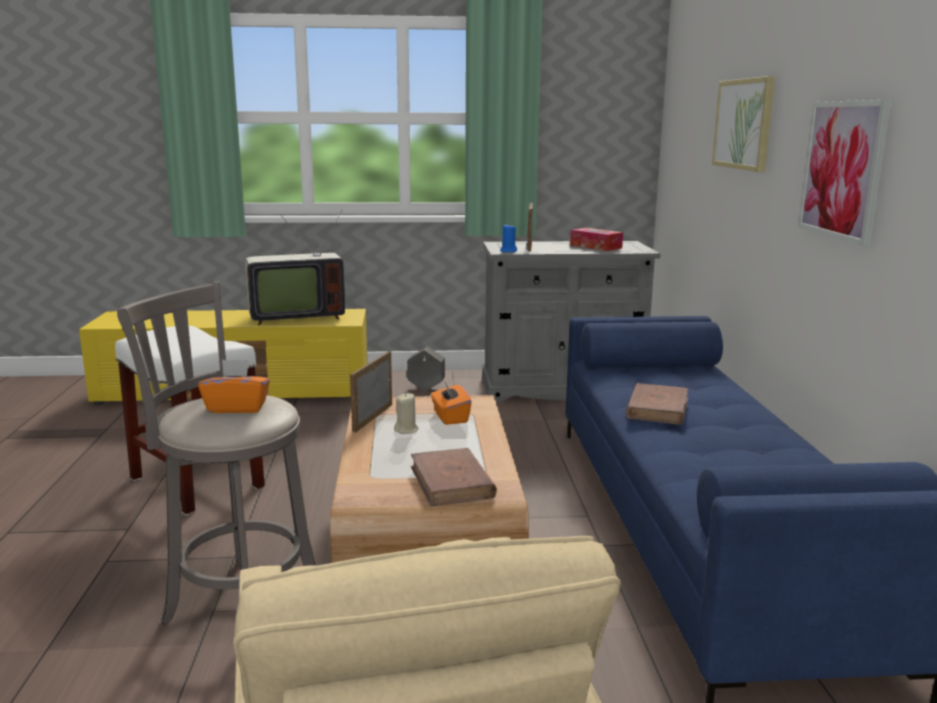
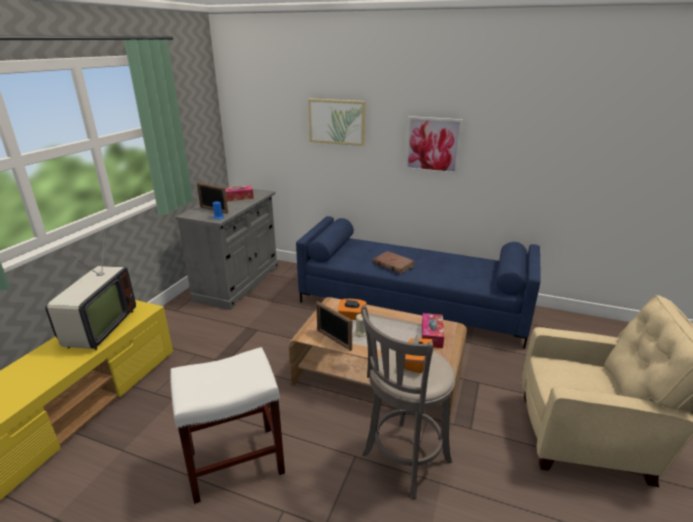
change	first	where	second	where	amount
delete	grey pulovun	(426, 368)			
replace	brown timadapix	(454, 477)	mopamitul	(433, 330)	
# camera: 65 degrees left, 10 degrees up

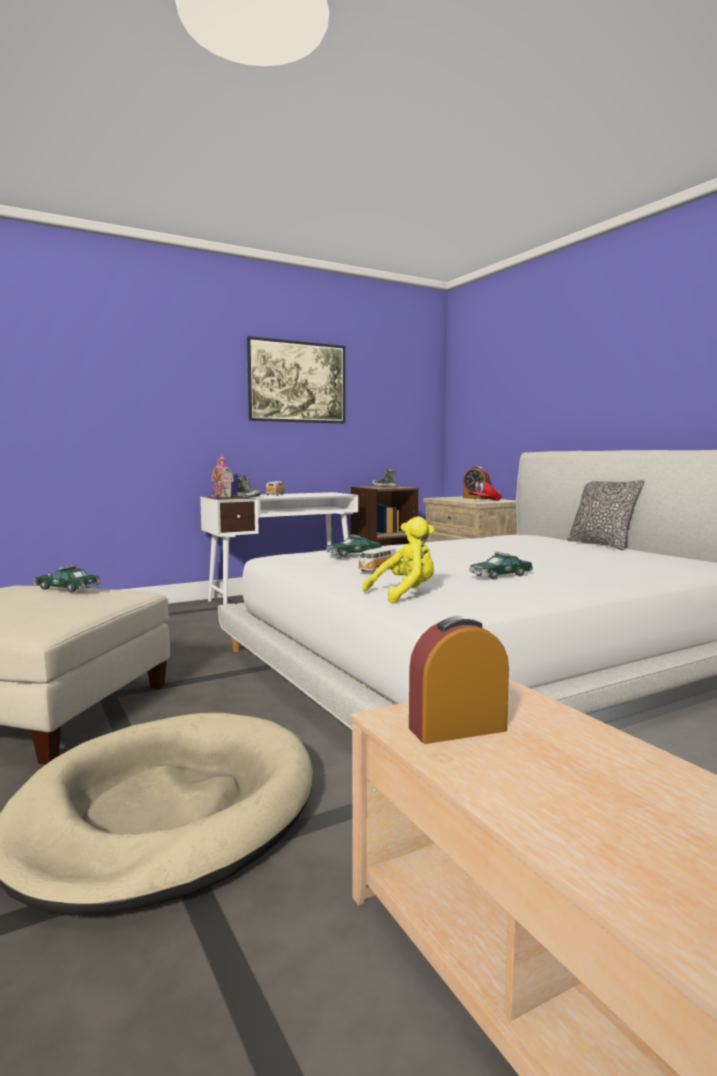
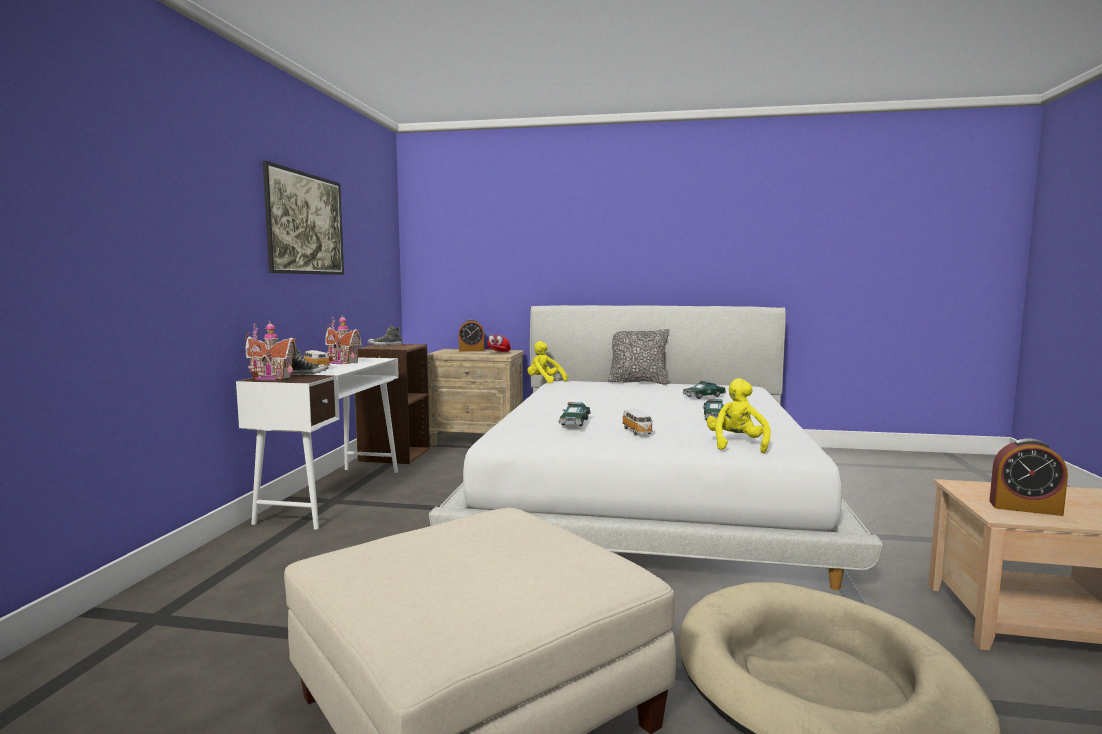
change	first	where	second	where	amount
move	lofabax	(67, 579)		(704, 389)	
rotate	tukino	(459, 680)		(1028, 477)	90 degrees counterclockwise
insert			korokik	(343, 339)	
insert			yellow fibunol	(548, 362)	
# camera: 50 degrees left, 0 degrees up

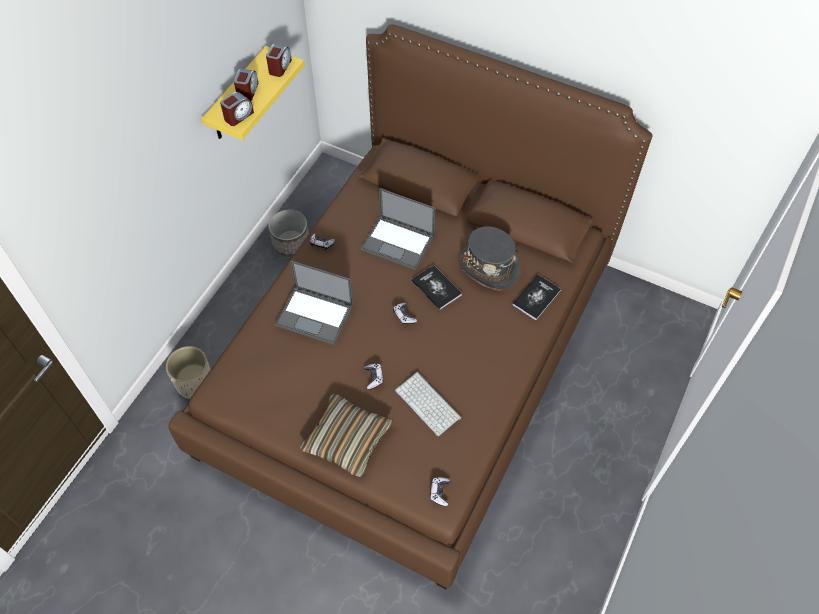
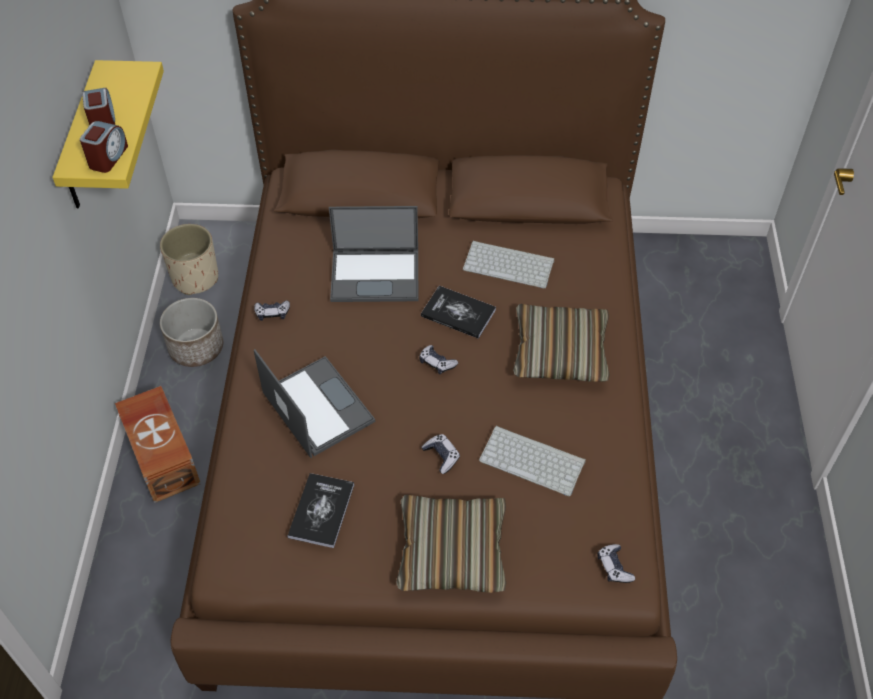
change	first	where	second	where	amount
move	beige pulovun	(188, 372)		(189, 259)	
delete	tukino	(279, 60)			
rotate	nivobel	(314, 303)		(314, 403)	120 degrees counterclockwise
replace	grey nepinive	(489, 258)	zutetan	(509, 264)	
move	timadapix	(536, 297)		(320, 510)	
insert			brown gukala	(158, 444)	
insert			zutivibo	(561, 343)	
# camera: 25 degrees left, 5 degrees down

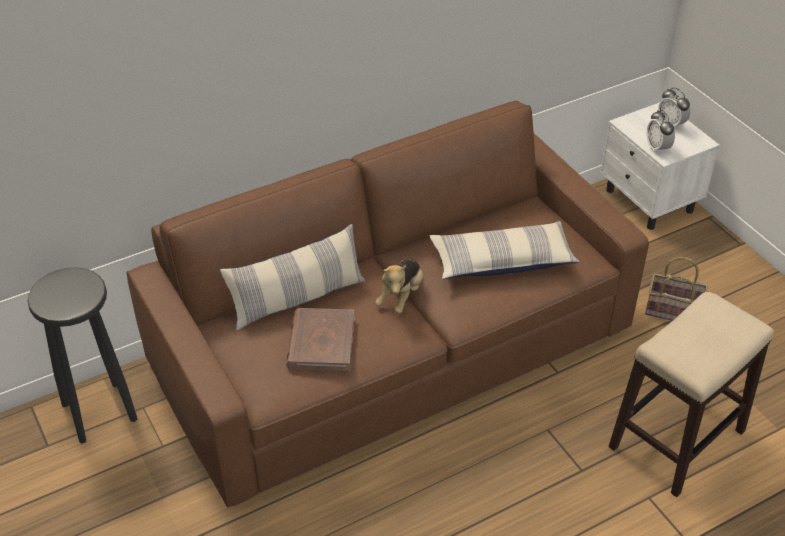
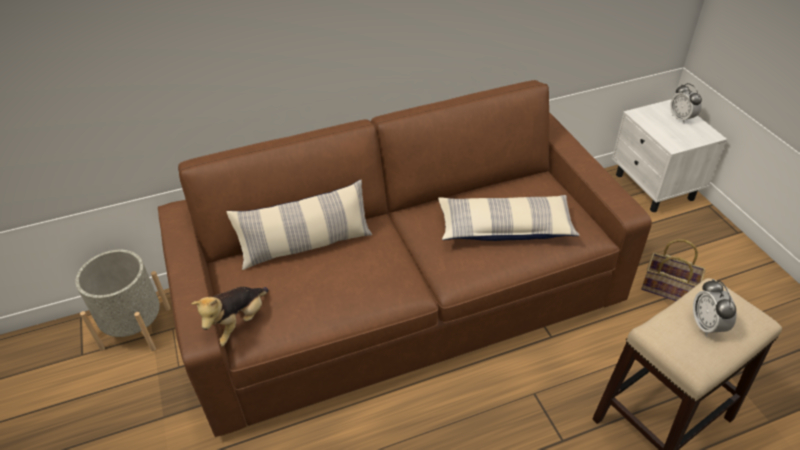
change	first	where	second	where	amount
replace	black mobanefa	(83, 355)	grey pulovun	(123, 300)	
delete	brown timadapix	(320, 340)			
move	fibunol	(399, 286)		(229, 317)	
move	tukino	(661, 132)		(714, 308)	
# camera: 10 degrees right, 0 degrees up

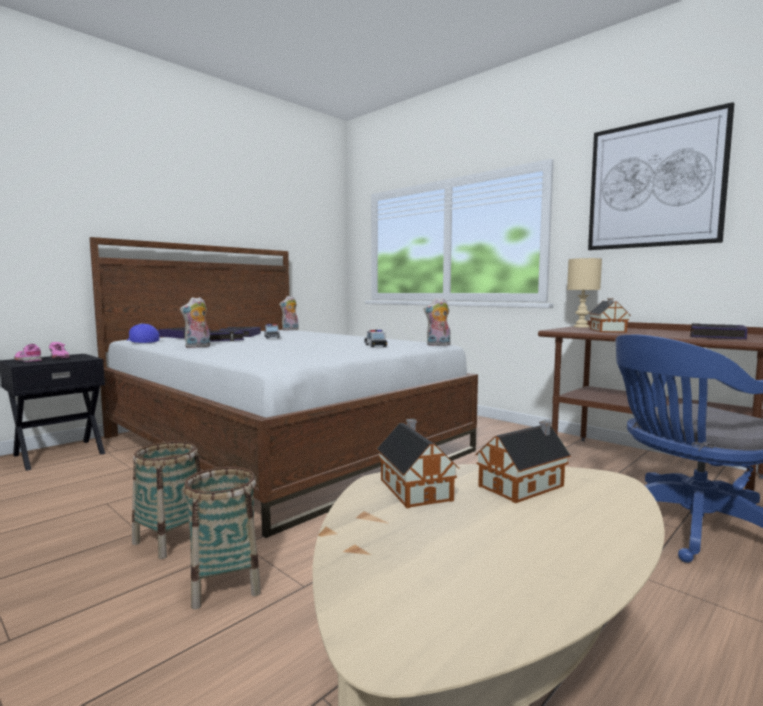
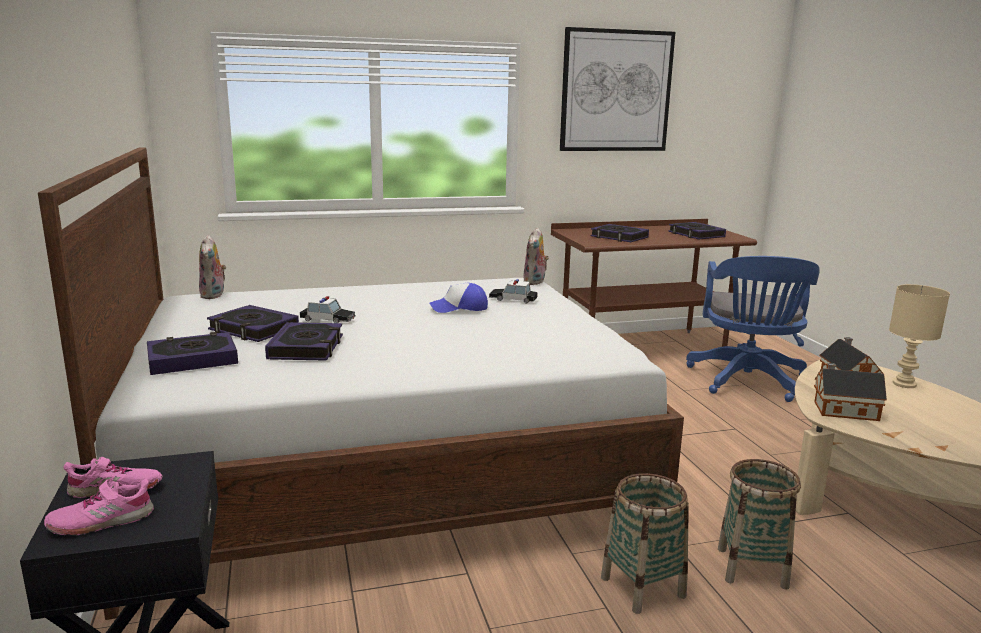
change	first	where	second	where	amount
move	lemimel	(143, 333)		(459, 298)	
delete	fibunol	(195, 322)			
move	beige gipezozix	(584, 293)		(919, 336)	
replace	korokik	(610, 315)	timadapix	(620, 233)	
# camera: 60 degrees left, 10 degrees up

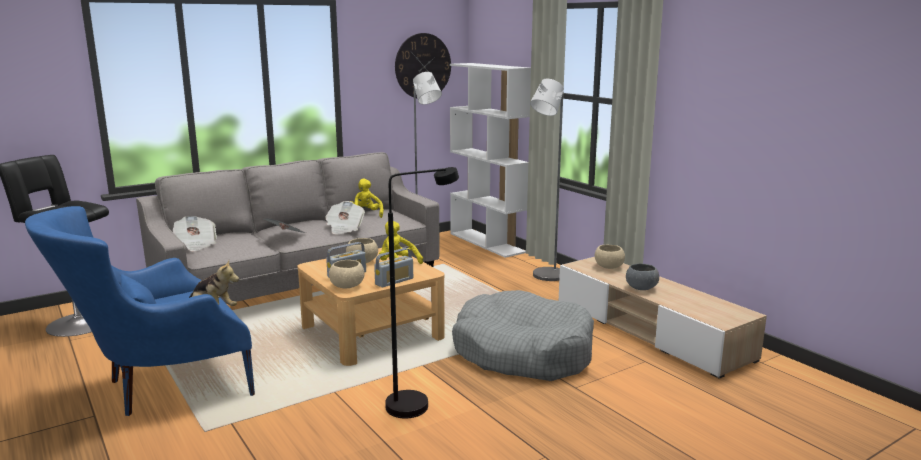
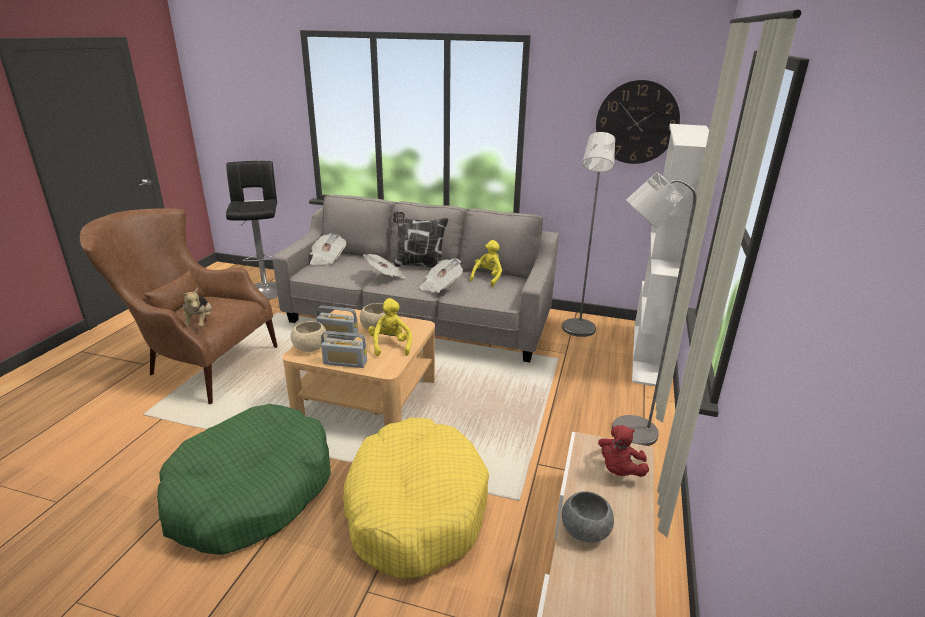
change	first	where	second	where	amount
recolor	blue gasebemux	(140, 311)	brown gasebemux	(179, 306)	
replace	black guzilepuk	(422, 292)	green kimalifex	(244, 479)	
recolor	grey kimalifex	(523, 335)	yellow kimalifex	(416, 498)	
replace	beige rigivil	(610, 257)	red fibunol	(623, 451)	
insert			zutivibo	(420, 240)	
# camera: 50 degrees right, 10 degrees up

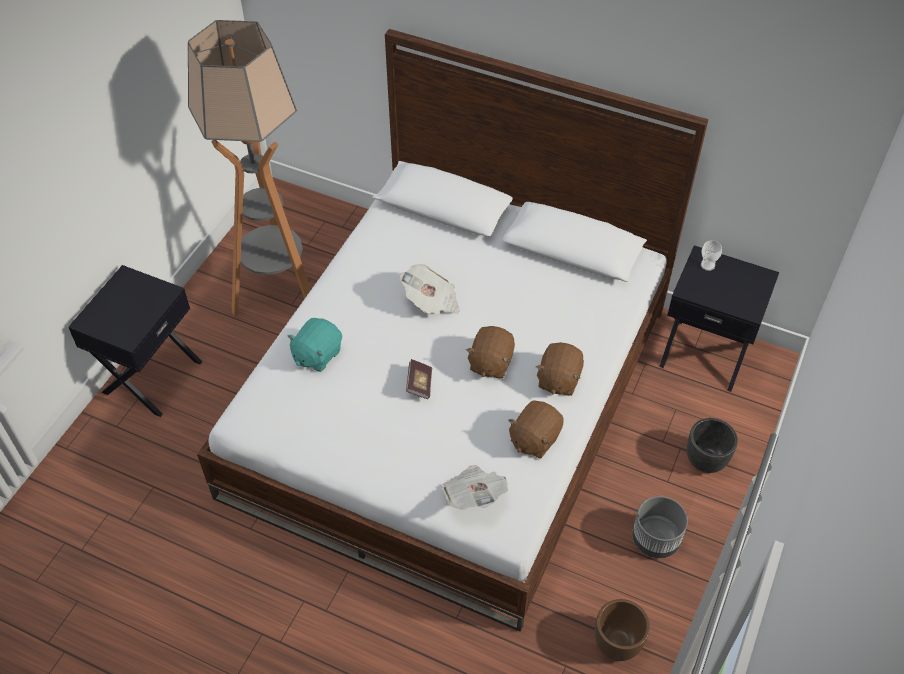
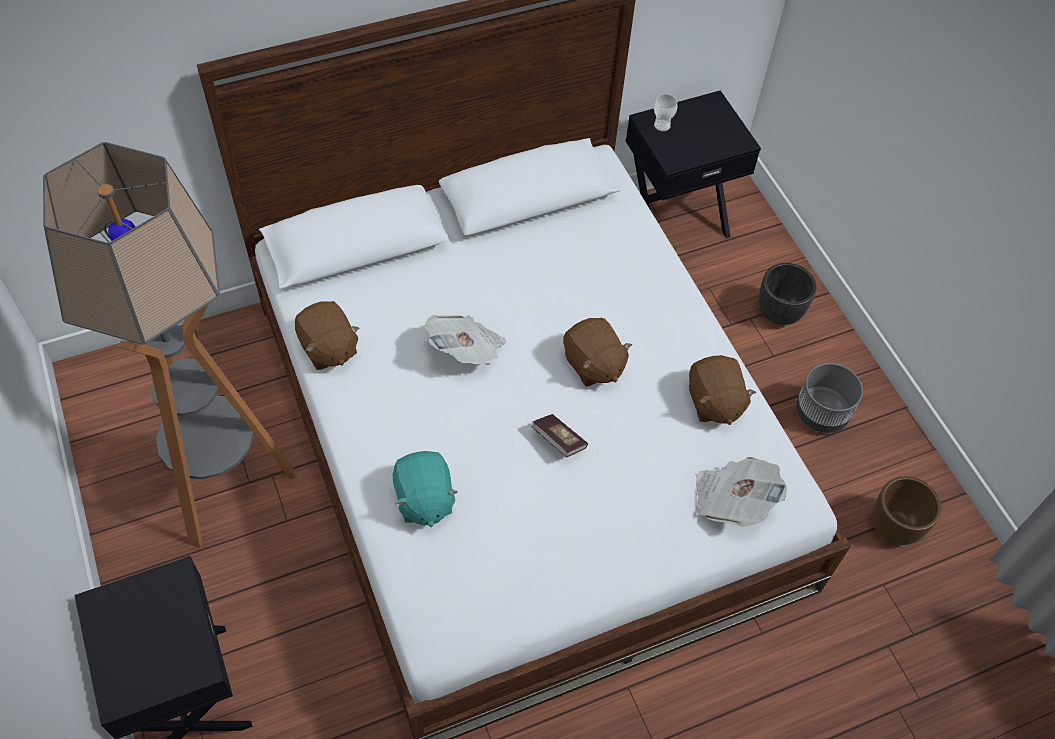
change	first	where	second	where	amount
move	brown fibunol	(560, 369)		(327, 335)	
# camera: 50 degrees left, 5 degrees up

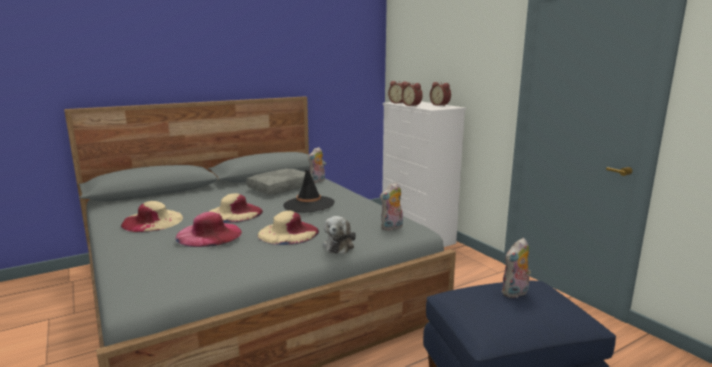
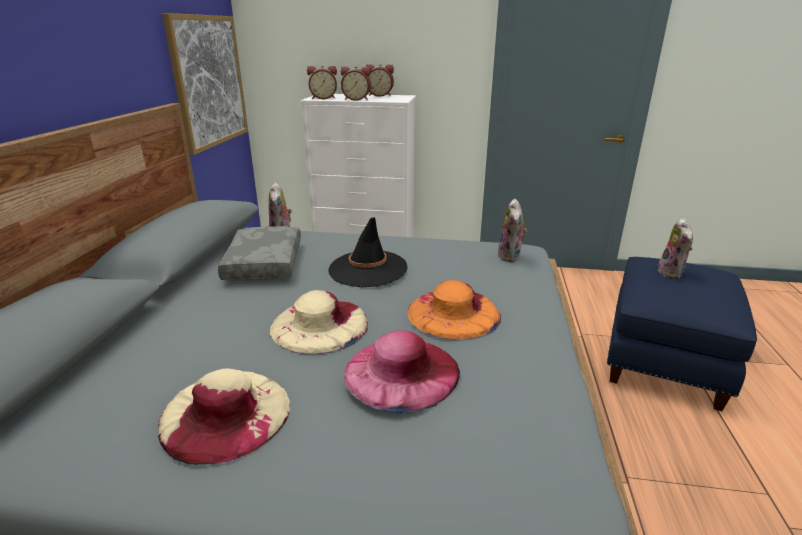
change	first	where	second	where	amount
recolor	beige nepinive	(288, 228)	orange nepinive	(454, 310)	
delete	fibunol	(339, 235)			
insert			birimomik	(205, 84)	
# camera: 50 degrees left, 10 degrees up

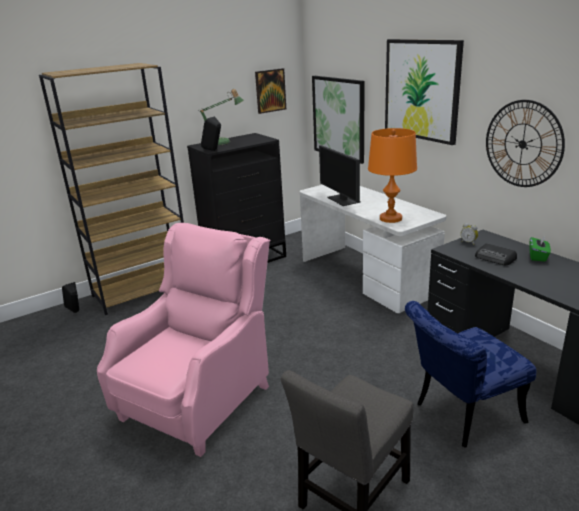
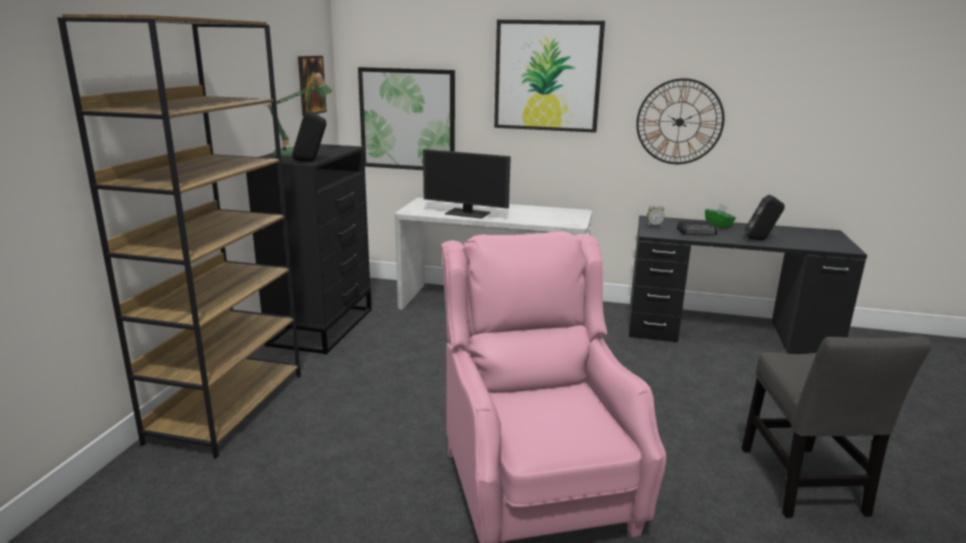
change	first	where	second	where	amount
move	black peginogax	(70, 297)		(765, 217)	
delete	orange gipezozix	(392, 175)			
delete	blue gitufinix	(470, 374)			
# camera: 45 degrees left, 5 degrees down

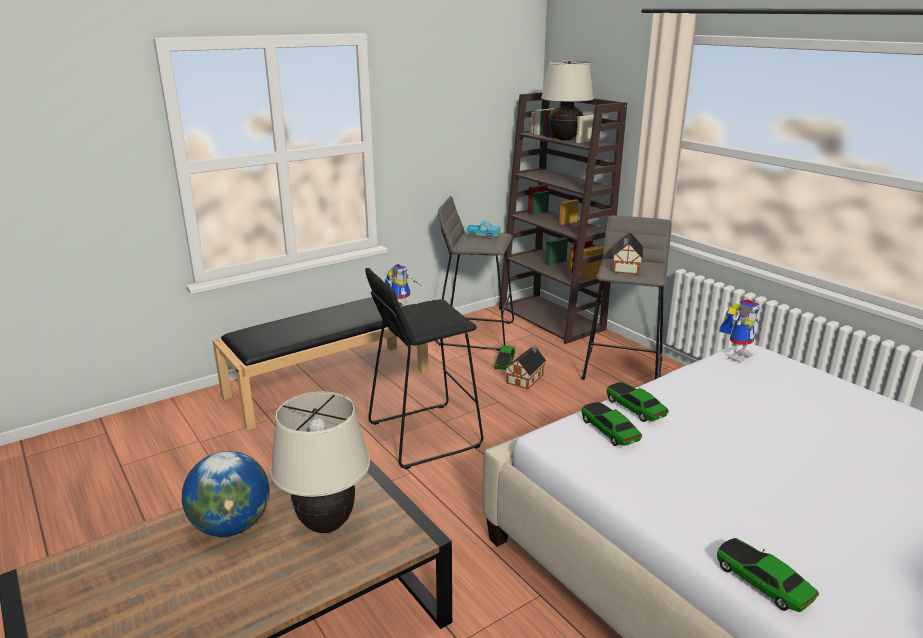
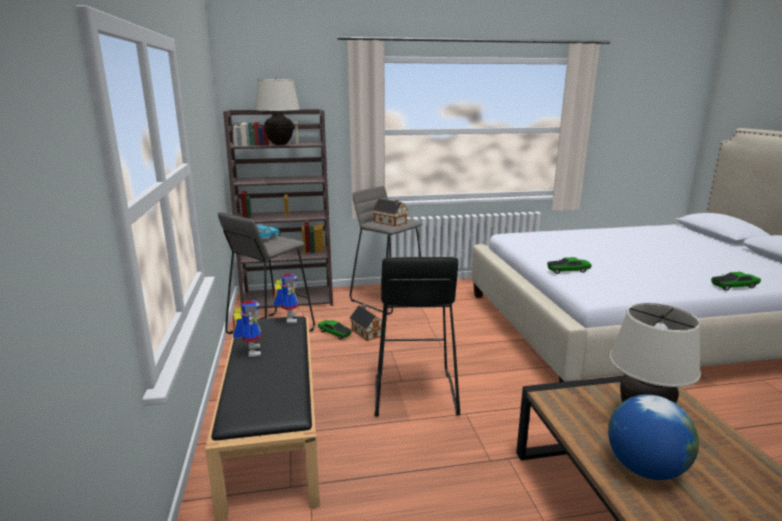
change	first	where	second	where	amount
delete	lofabax	(611, 424)			
move	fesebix	(739, 331)		(247, 328)	
# camera: 65 degrees left, 5 degrees down

